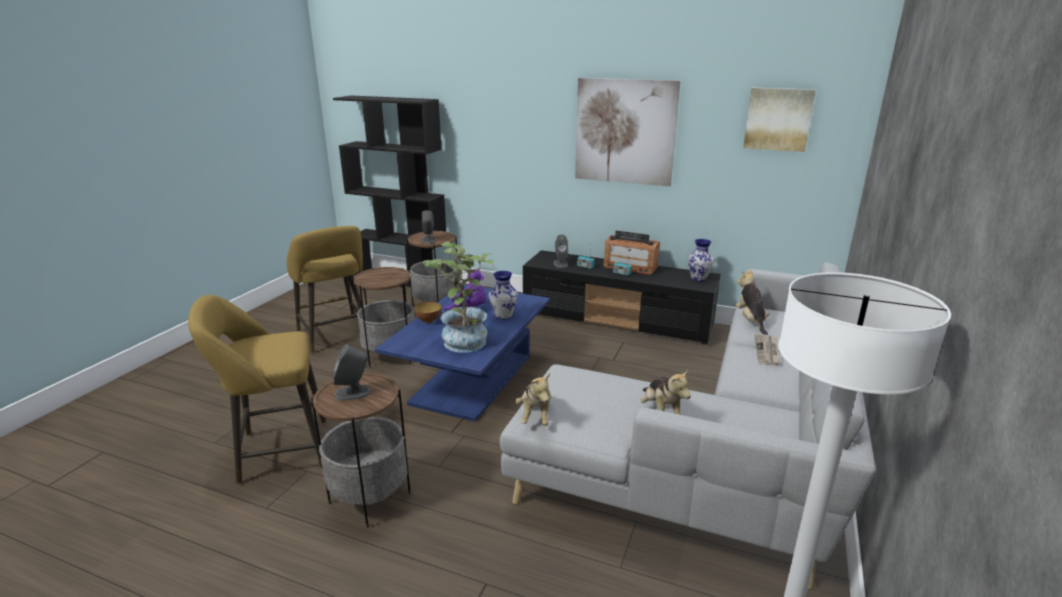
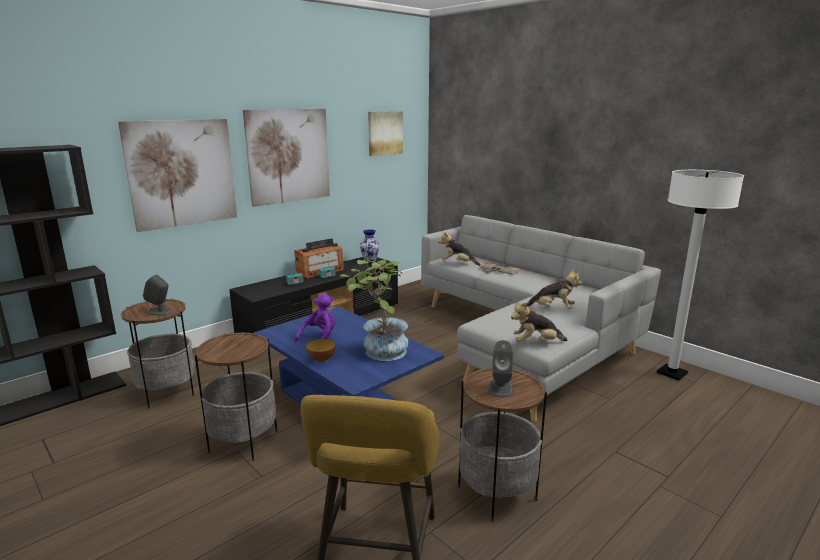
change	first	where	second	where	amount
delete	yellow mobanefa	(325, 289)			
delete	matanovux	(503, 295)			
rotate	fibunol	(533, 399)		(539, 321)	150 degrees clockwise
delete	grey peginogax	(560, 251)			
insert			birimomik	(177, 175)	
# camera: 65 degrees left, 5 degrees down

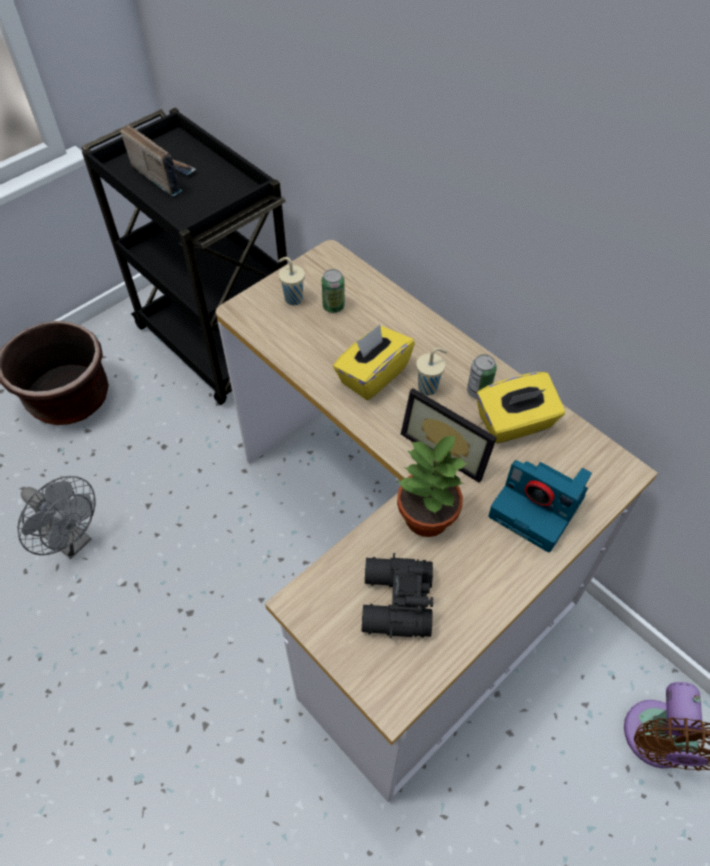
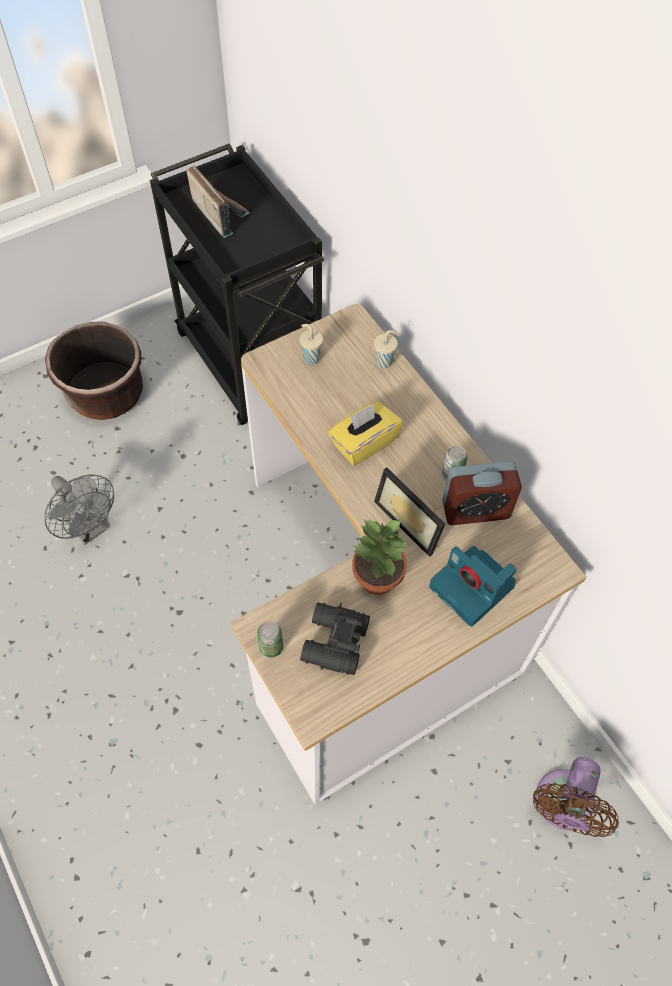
change	first	where	second	where	amount
move	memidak	(333, 291)		(270, 639)	
move	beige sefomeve	(431, 371)		(387, 349)	
replace	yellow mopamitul	(520, 407)	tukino	(482, 493)	
# camera: 10 degrees right, 5 degrees up

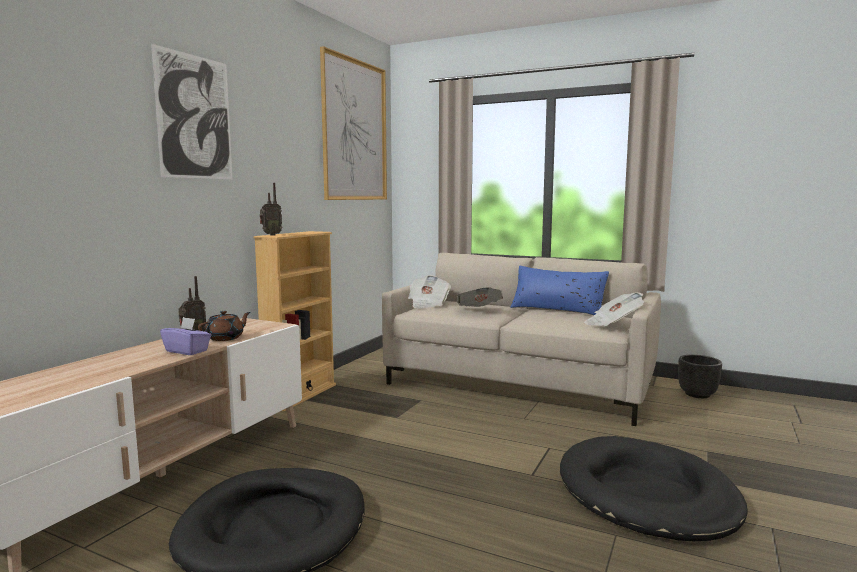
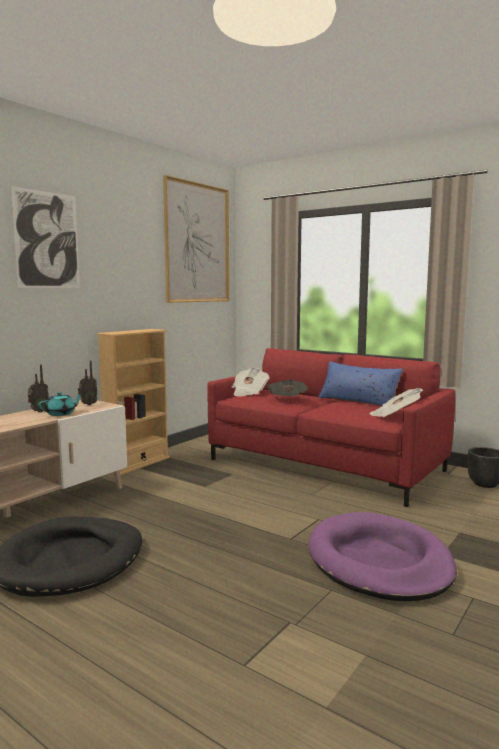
change	first	where	second	where	amount
delete	purple mopamitul	(185, 336)			
recolor	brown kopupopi	(224, 326)	turquoise kopupopi	(60, 404)	
move	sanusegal	(271, 209)		(88, 382)	
recolor	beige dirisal	(521, 339)	red dirisal	(331, 427)	
recolor	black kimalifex	(654, 488)	purple kimalifex	(382, 556)	
# camera: 10 degrees right, 0 degrees up

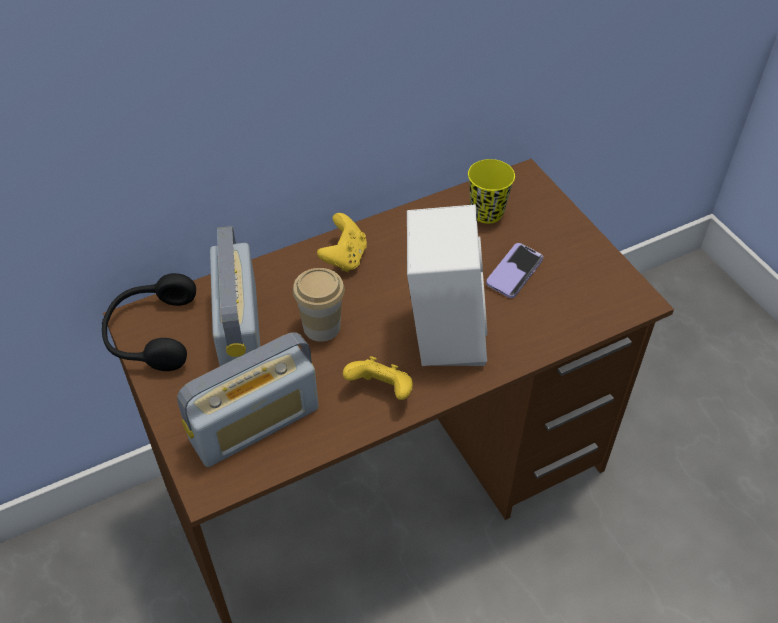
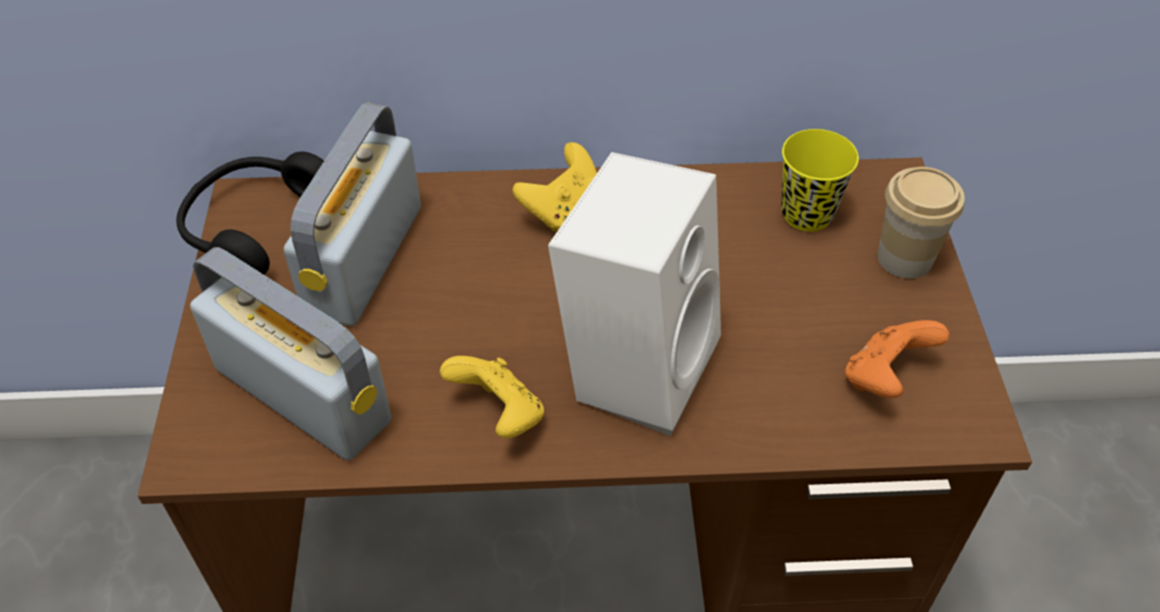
change	first	where	second	where	amount
rotate	sanusegal	(248, 399)		(290, 353)	135 degrees counterclockwise
move	sefomeve	(319, 305)		(921, 223)	
delete	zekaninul	(514, 270)			
insert			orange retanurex	(897, 359)	
# camera: 25 degrees right, 0 degrees up

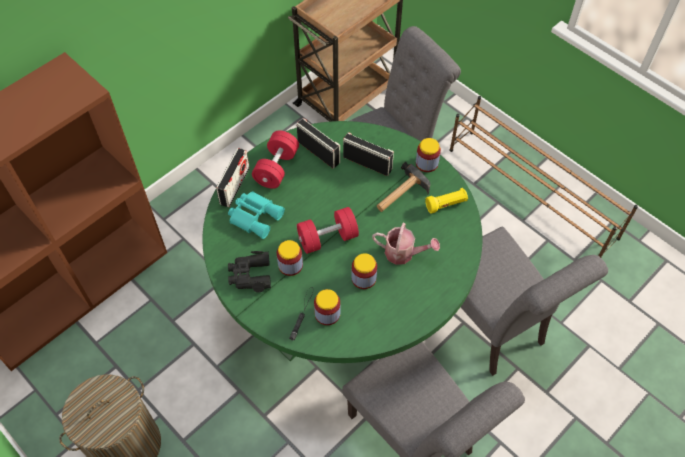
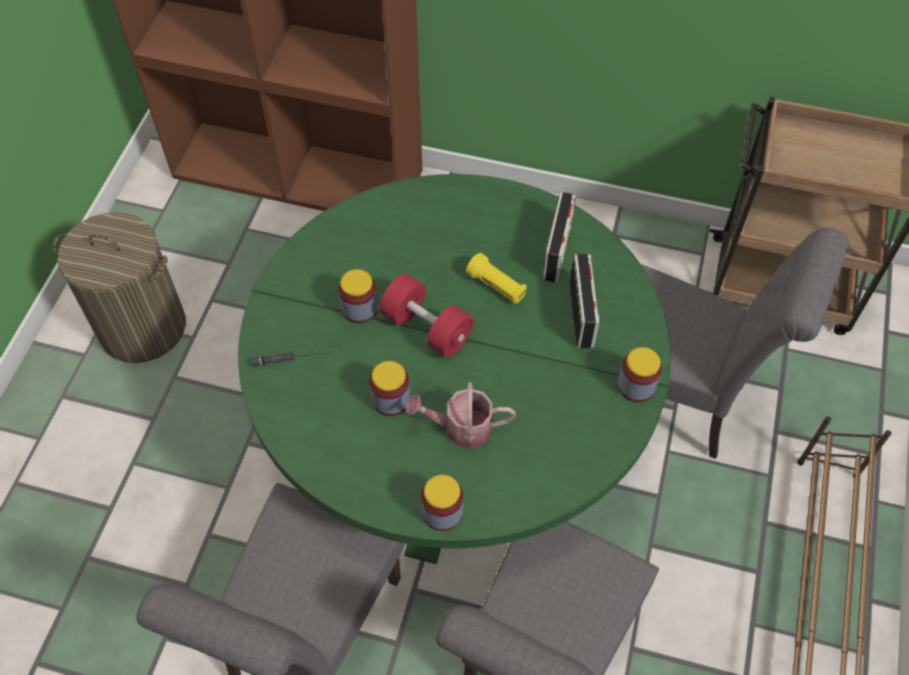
change	first	where	second	where	amount
delete	sanusegal	(233, 177)			
delete	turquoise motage	(256, 215)			
delete	black motage	(249, 272)			
delete	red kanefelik	(275, 159)			
move	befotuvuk	(327, 307)		(442, 503)	
rotate	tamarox	(406, 244)		(460, 415)	105 degrees clockwise
delete	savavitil	(403, 187)			
move	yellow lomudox	(446, 201)		(496, 278)	
# camera: 60 degrees right, 0 degrees up

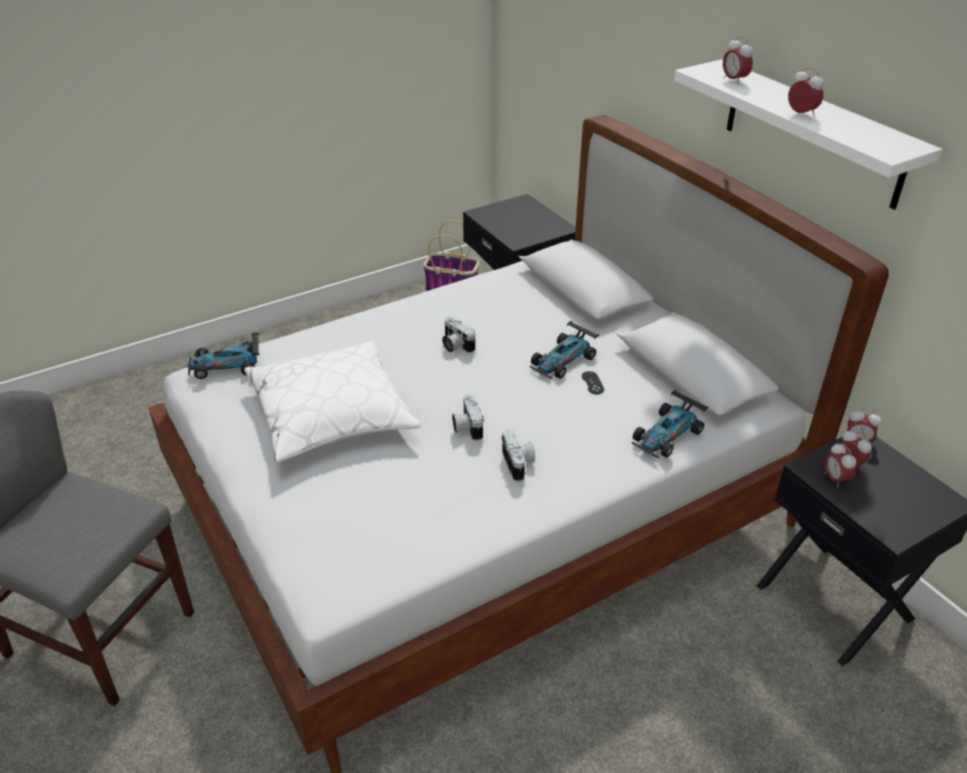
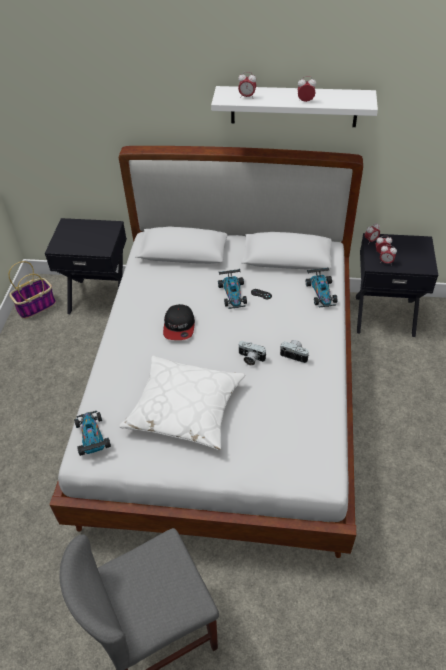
change	first	where	second	where	amount
rotate	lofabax	(223, 355)		(92, 433)	135 degrees clockwise
replace	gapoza	(458, 335)	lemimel	(179, 322)	
# camera: 50 degrees left, 10 degrees up

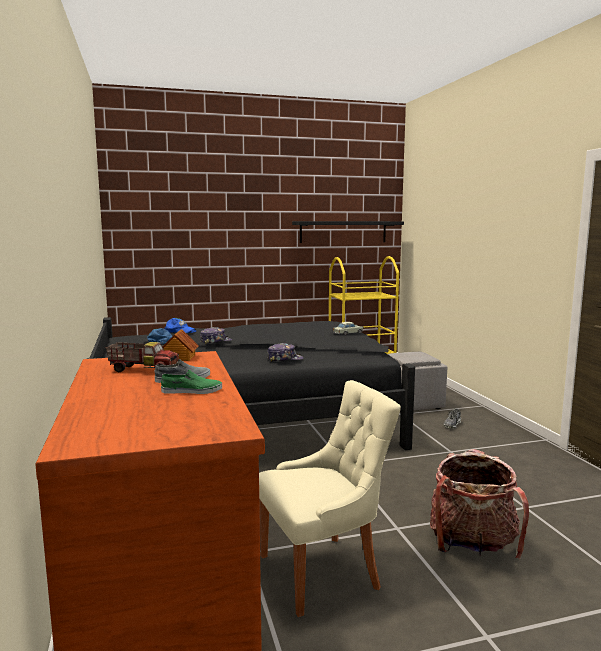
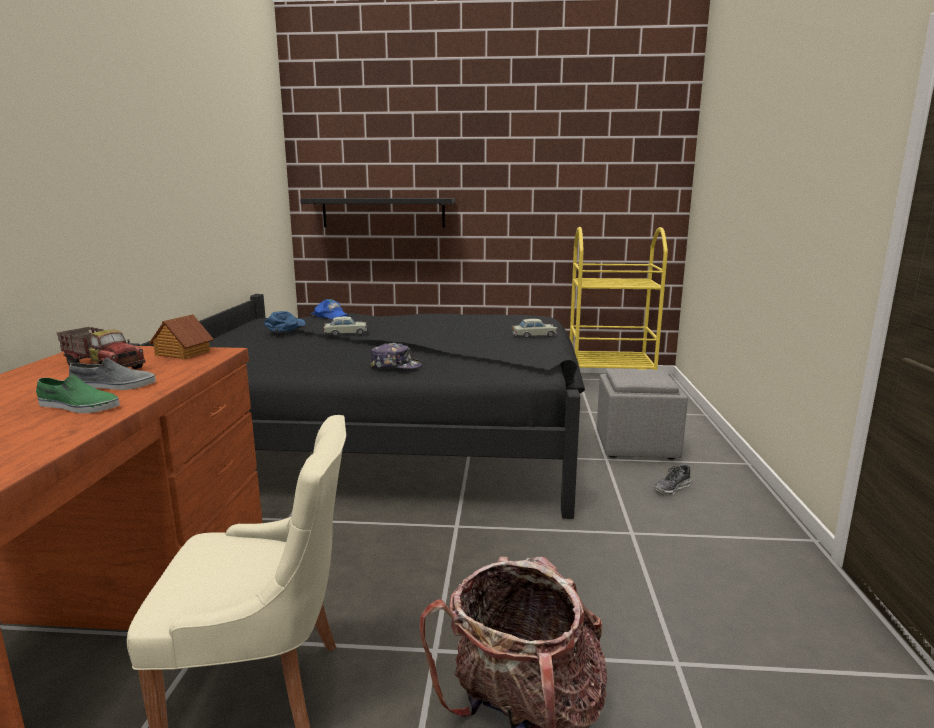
change	first	where	second	where	amount
replace	lemimel	(216, 335)	beige lofabax	(345, 326)	
move	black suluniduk	(348, 232)		(377, 213)	
# camera: 20 degrees right, 5 degrees up

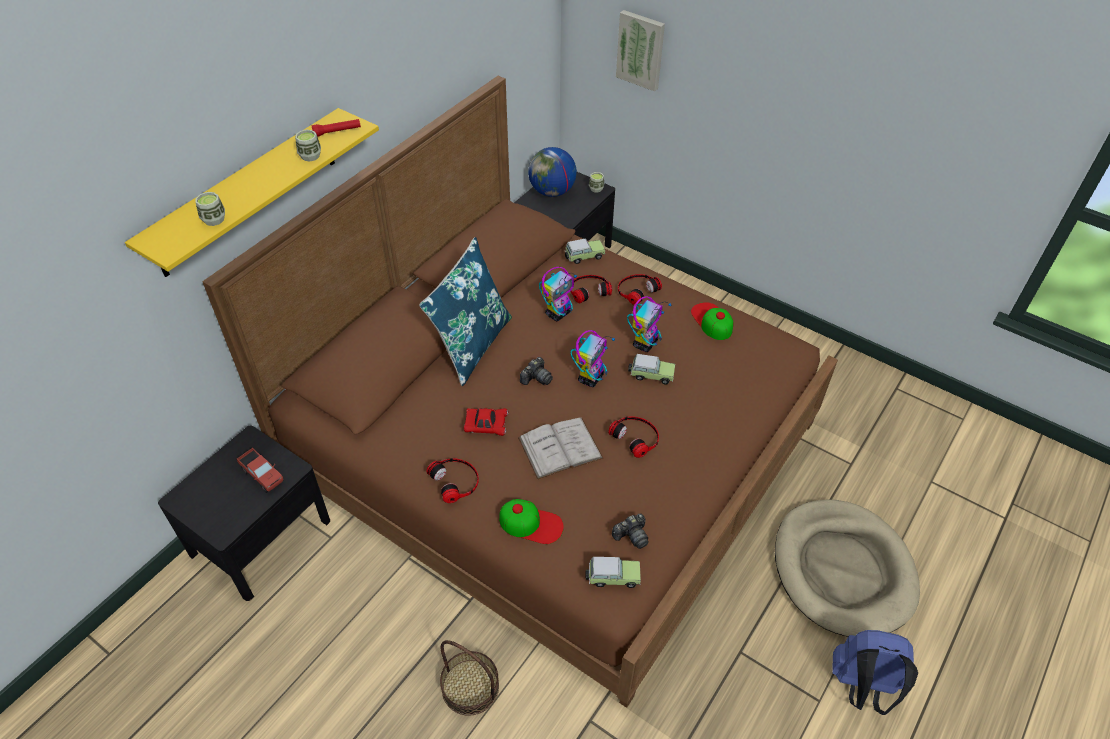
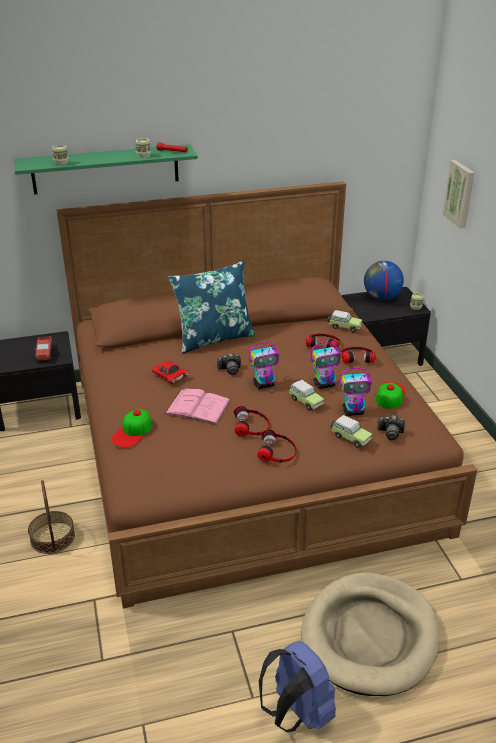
change	first	where	second	where	amount
recolor	yellow suluniduk	(252, 192)	green suluniduk	(106, 169)	
move	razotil	(452, 480)		(277, 445)	
rotate	lemimel	(531, 521)		(132, 429)	60 degrees clockwise
recolor	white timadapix	(560, 448)	pink timadapix	(197, 406)	
move	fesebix	(558, 294)		(355, 392)	
move	lofabax	(613, 572)		(351, 431)	
move	gapoza	(630, 531)		(391, 427)	
# camera: 40 degrees right, 15 degrees down

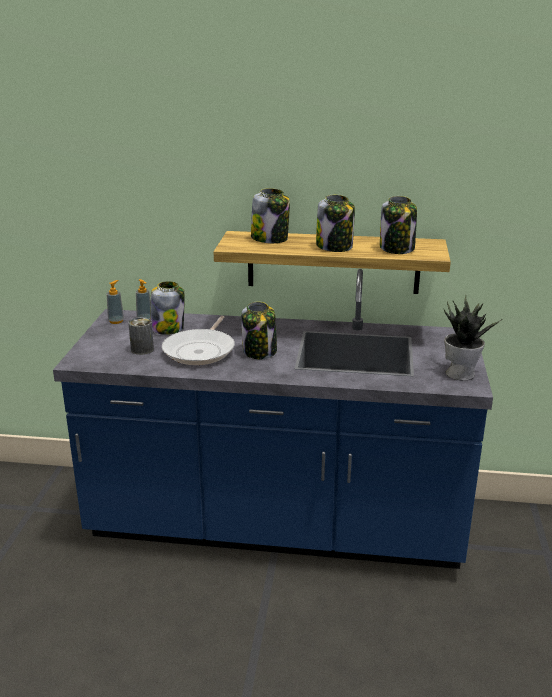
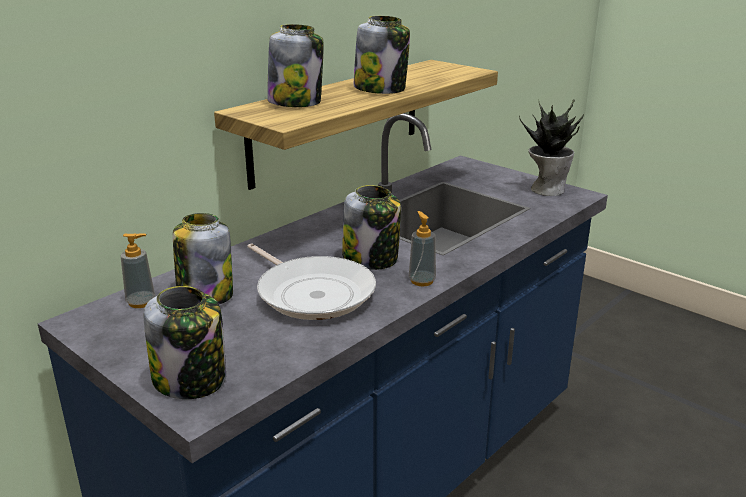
change	first	where	second	where	amount
move	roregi	(115, 302)		(422, 249)	
delete	memidak	(141, 336)			
move	befotuvuk	(398, 225)		(185, 342)	
# camera: 55 degrees left, 0 degrees up

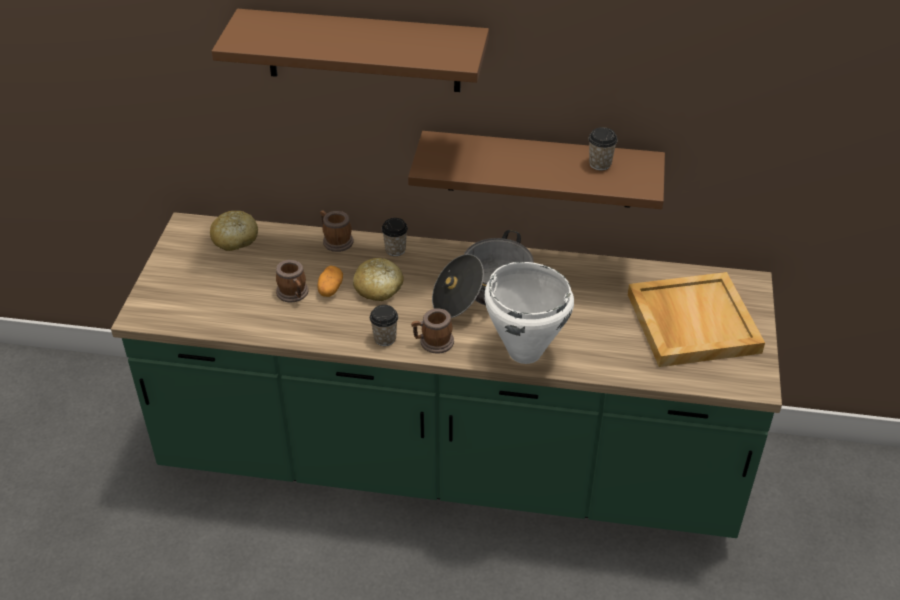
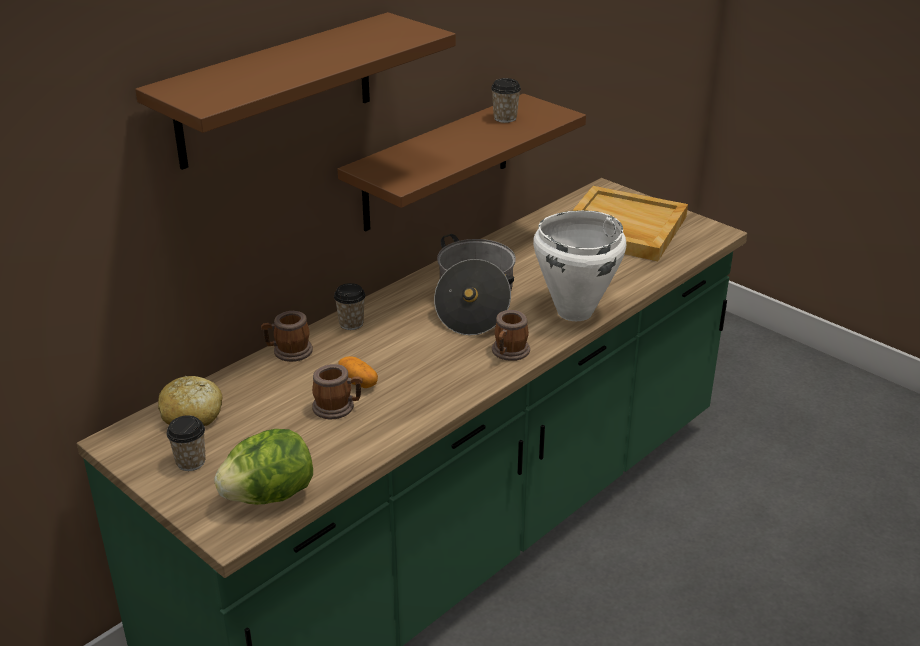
change	first	where	second	where	amount
delete	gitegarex	(378, 279)			
move	sefomeve	(384, 325)		(186, 443)	
insert			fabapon	(263, 467)	
# camera: 55 degrees left, 10 degrees down

